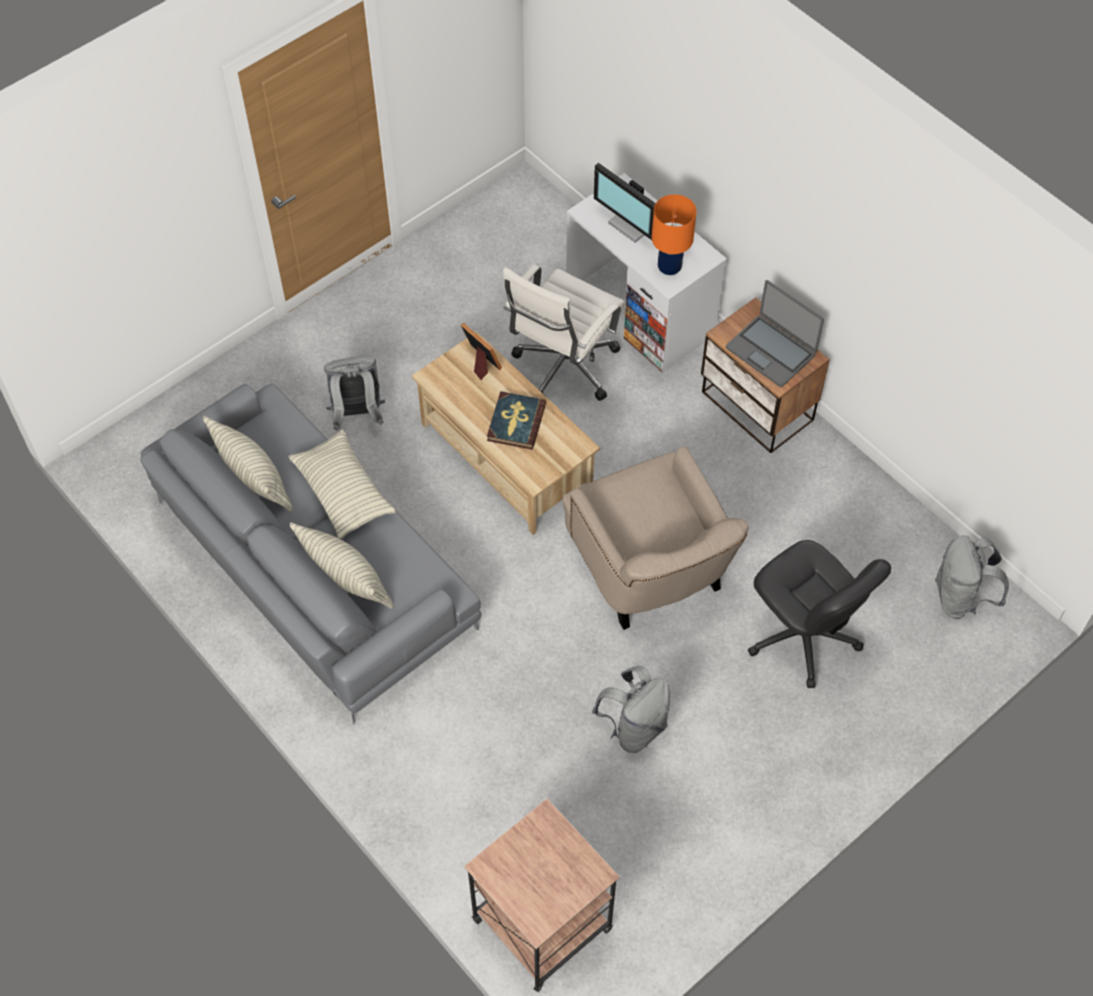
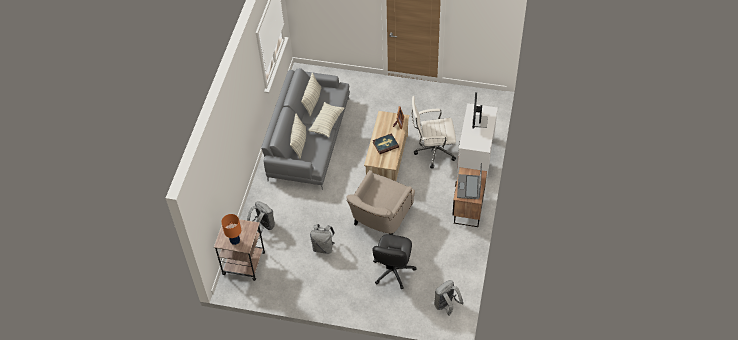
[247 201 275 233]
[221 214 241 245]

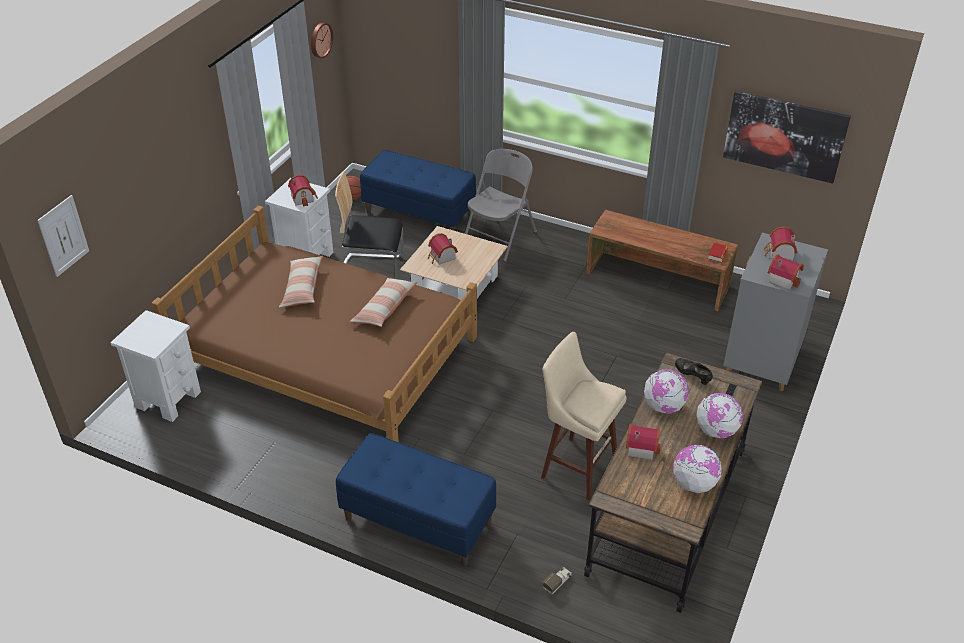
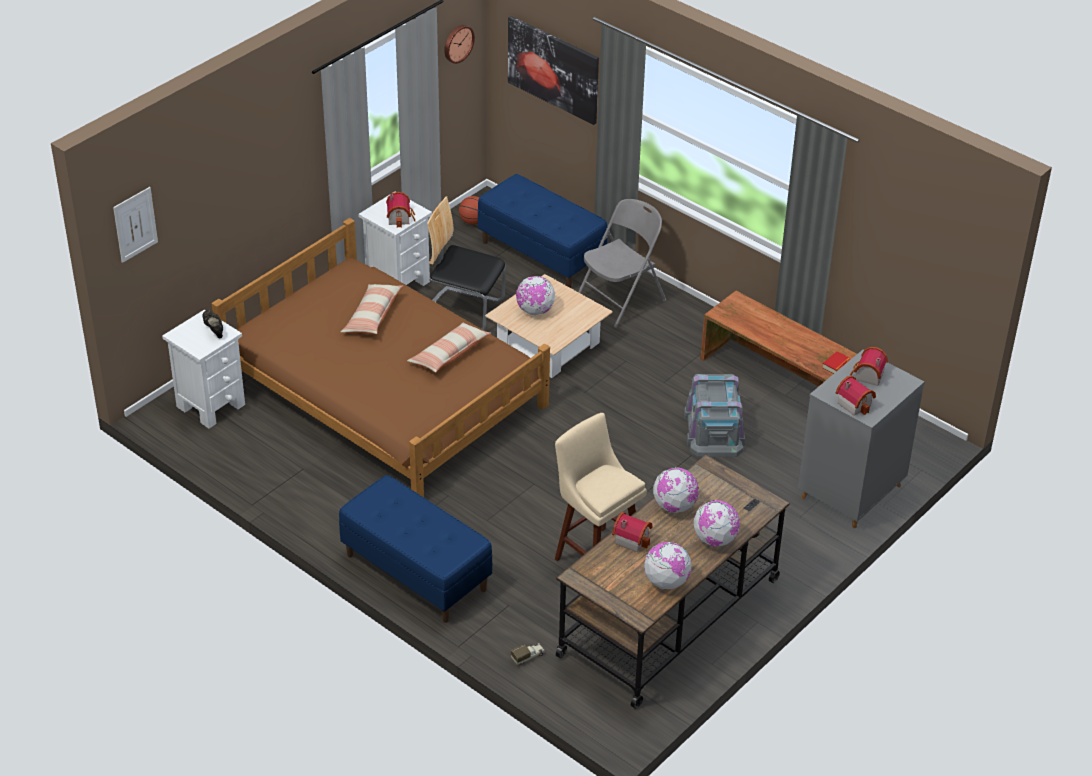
[684 374 745 457]
[202 310 223 338]
[508 16 599 125]
[516 276 555 315]

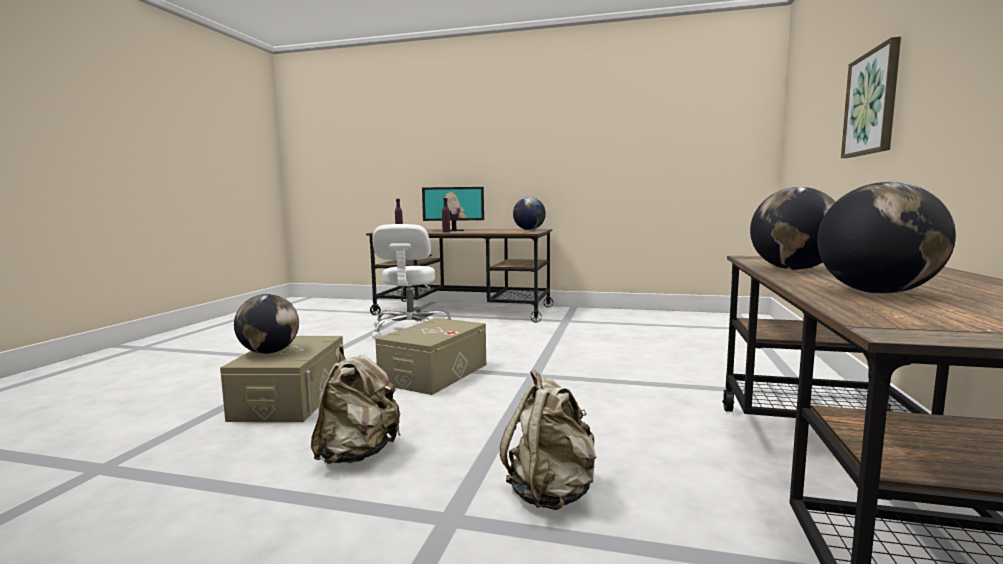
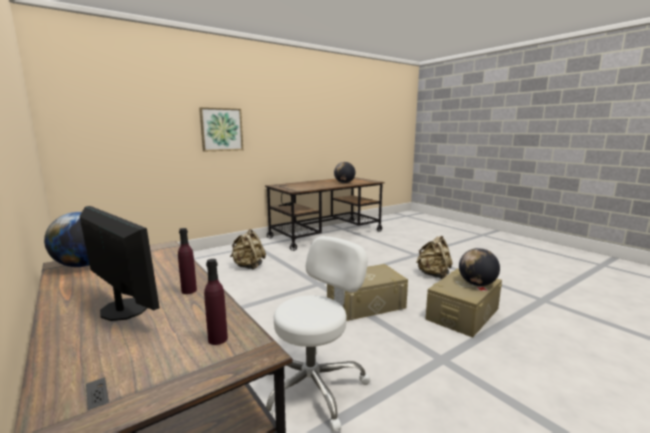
[750 187 835 270] (first image)
[230 229 266 270]

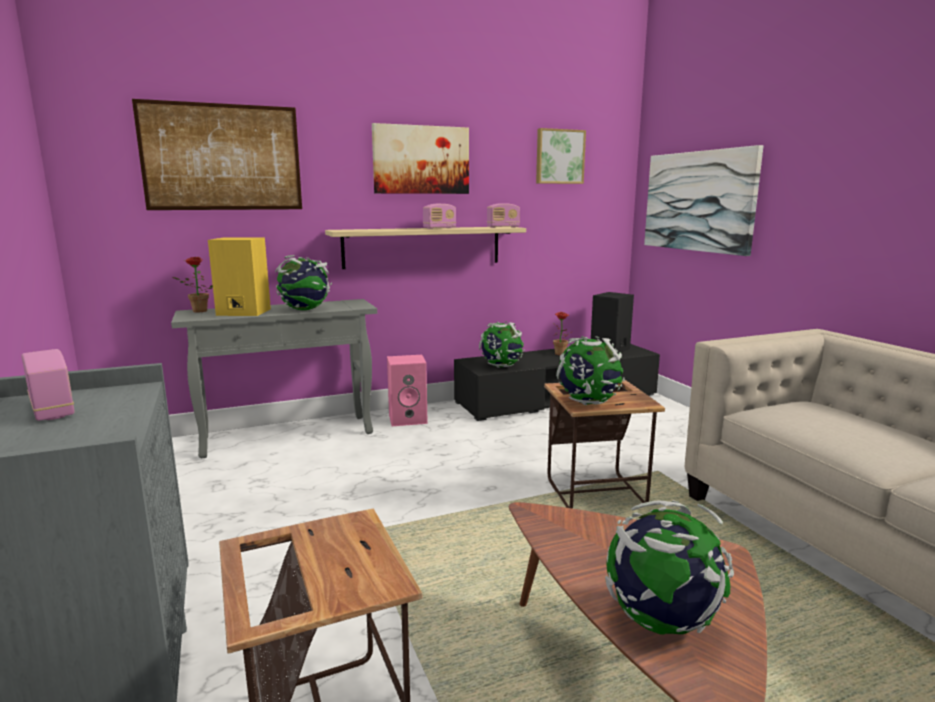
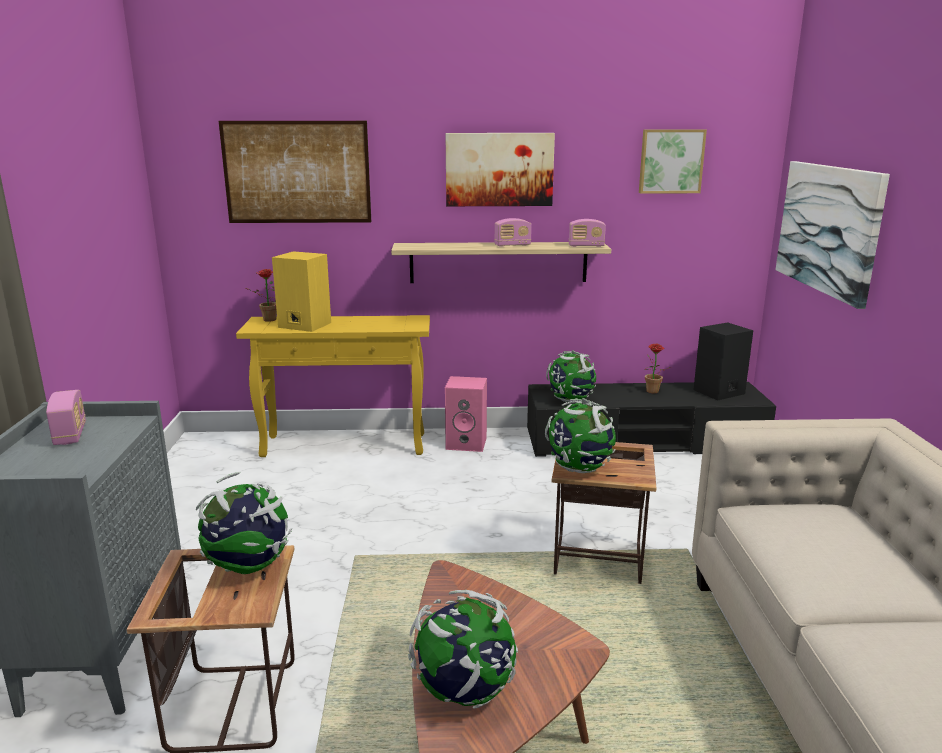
[196 472 292 574]
[236 315 430 457]

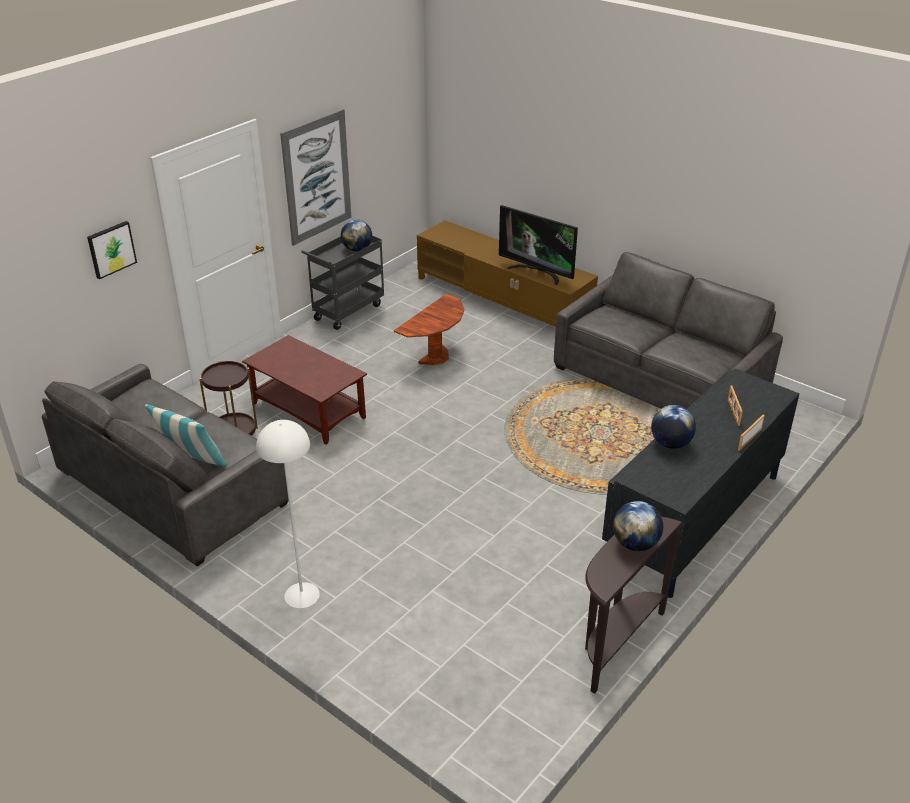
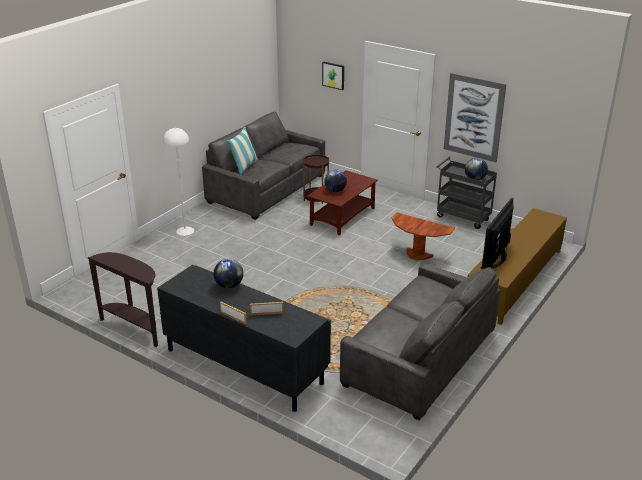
[324 169 347 192]

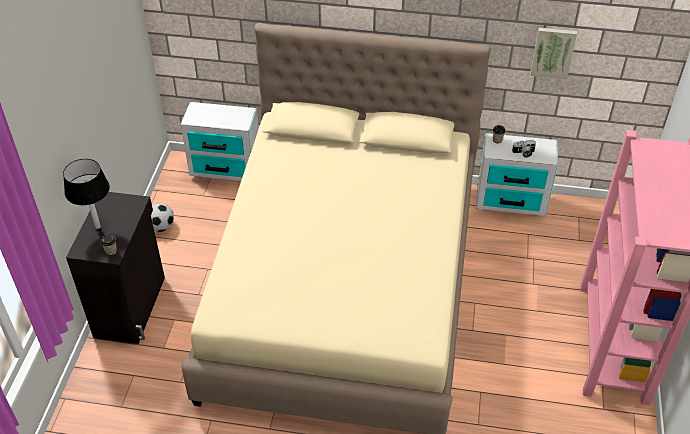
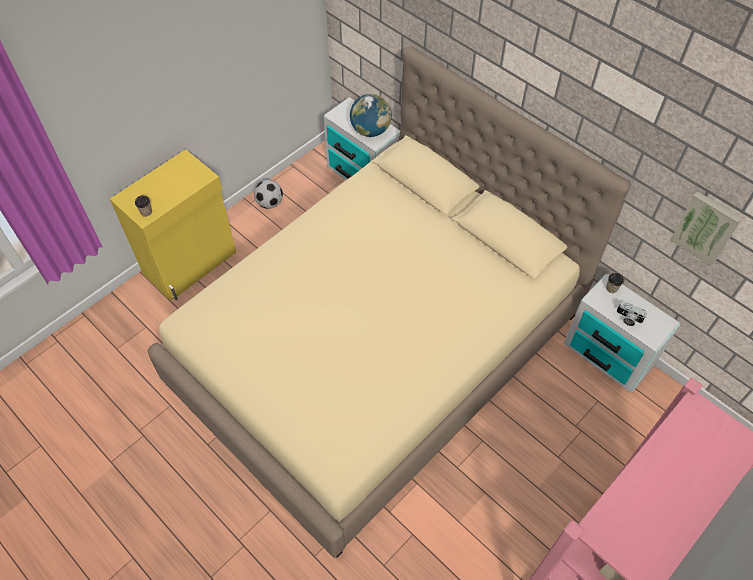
[63 159 110 229] (first image)
[350 94 392 137]
[110 149 236 301]

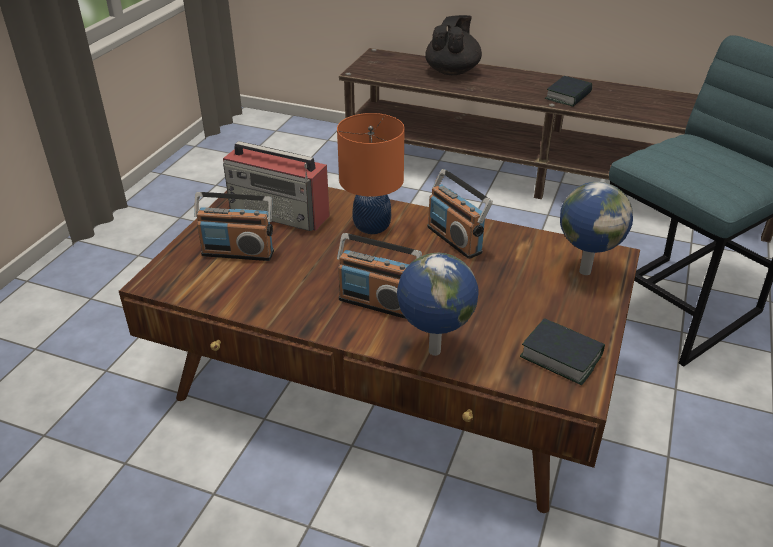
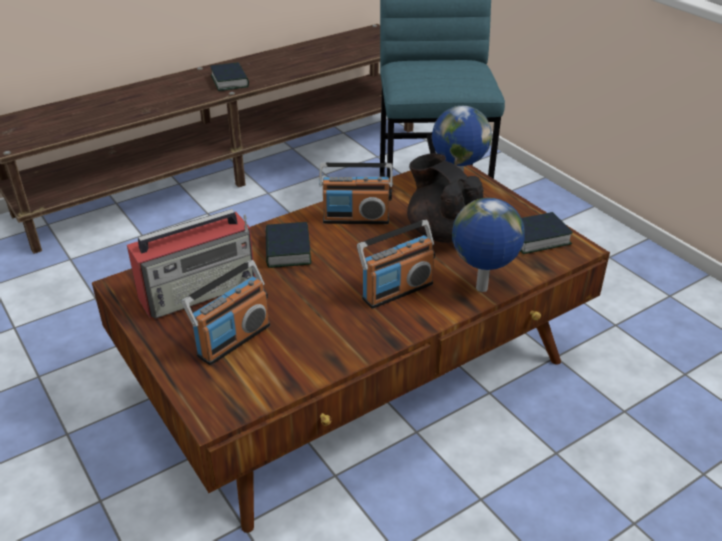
[407 153 484 243]
[266 222 311 268]

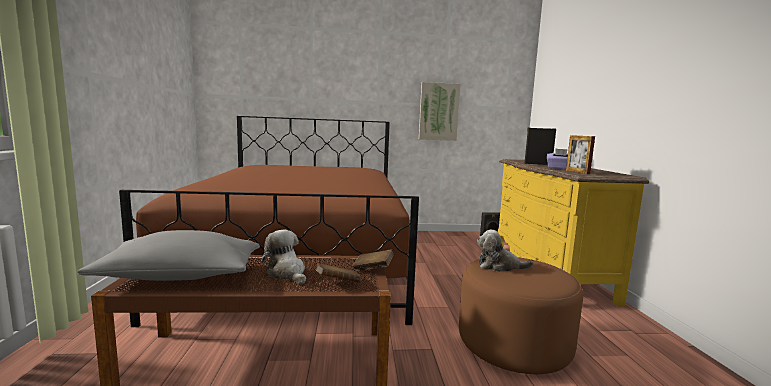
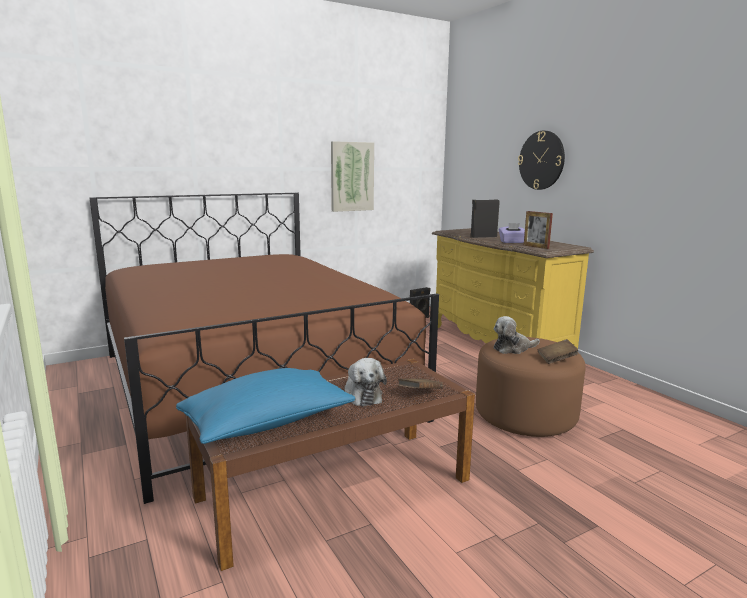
[518 131 565 190]
[538 339 578 364]
[176 368 355 444]
[345 358 387 407]

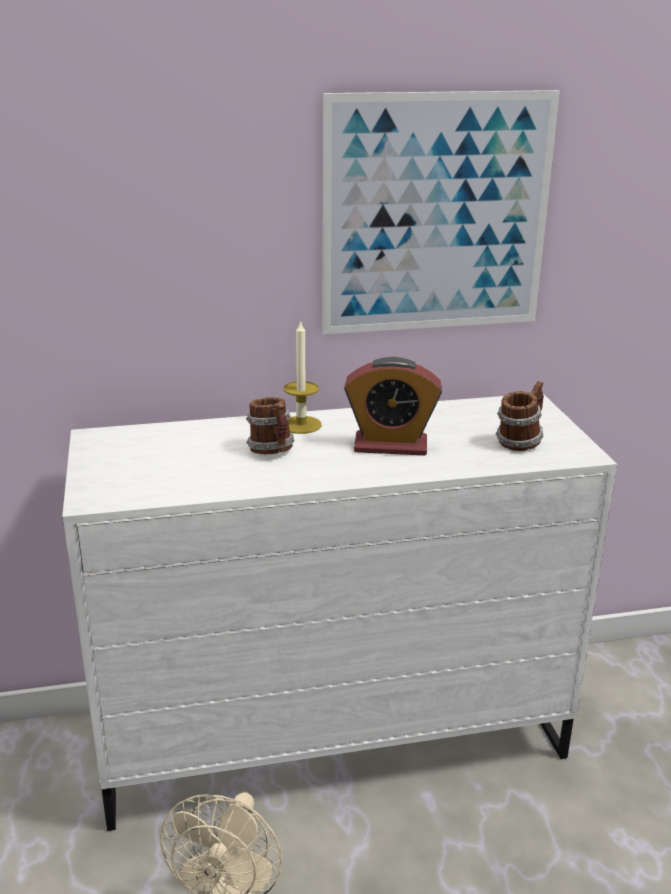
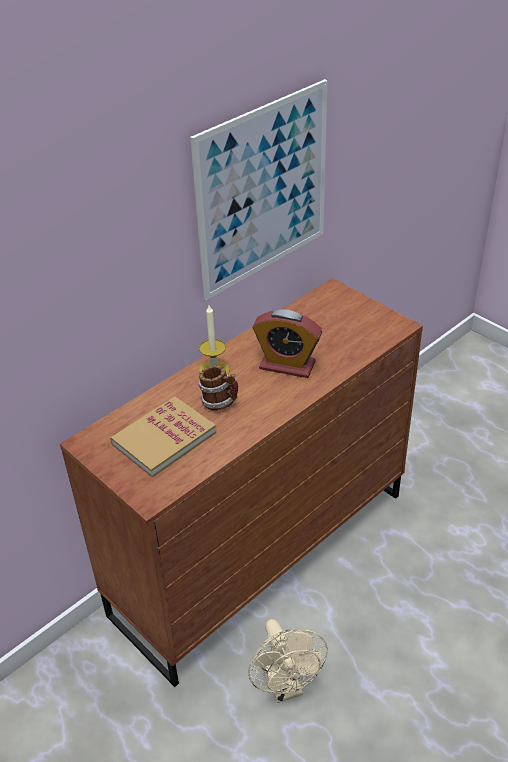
[496 381 544 451] (first image)
[110 396 216 478]
[60 278 423 687]
[253 310 322 378]

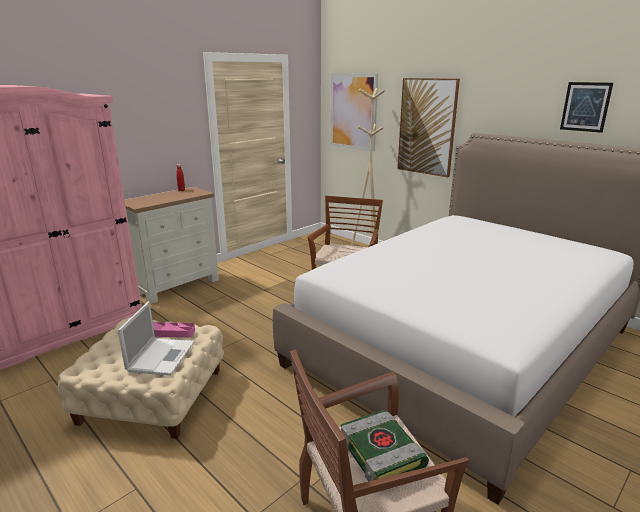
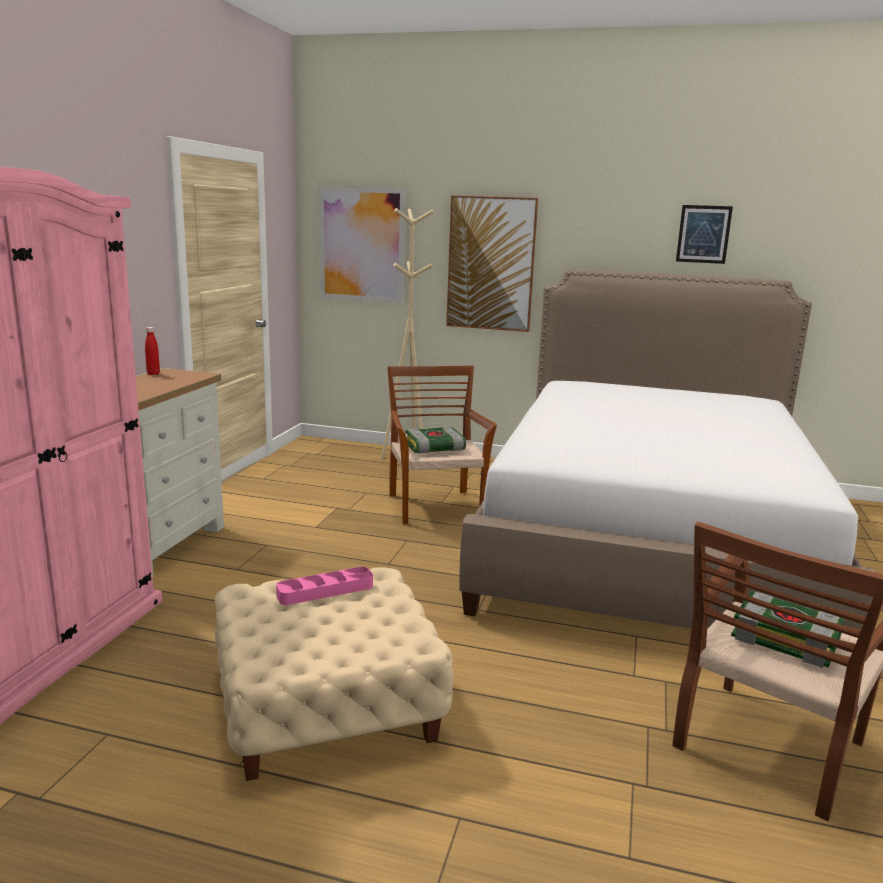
[118 301 195 376] (first image)
[405 426 466 453]

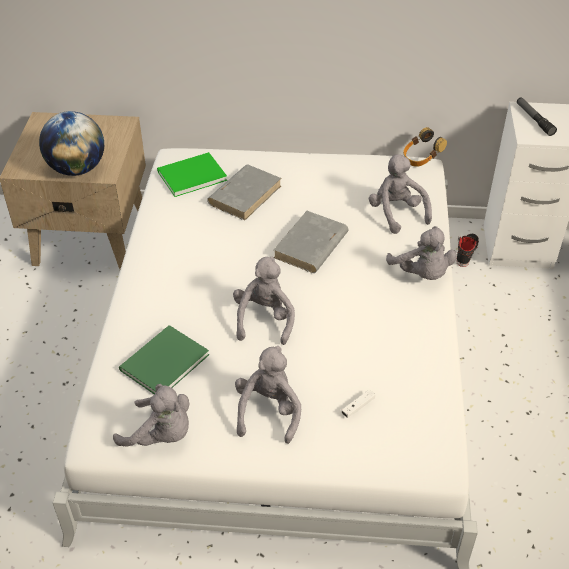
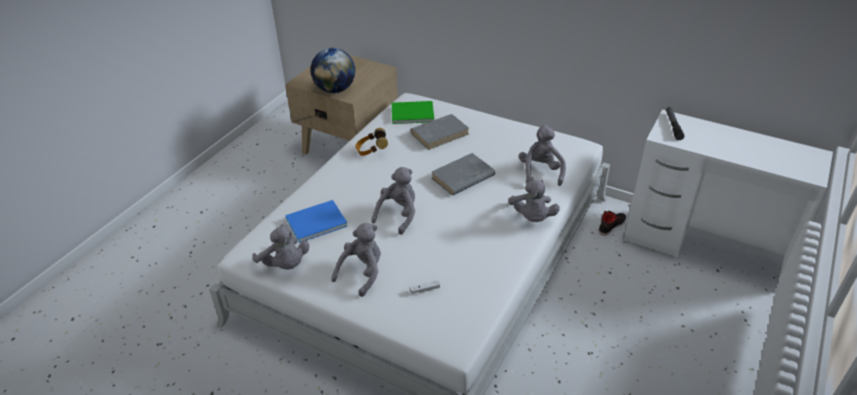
[355 128 388 156]
[285 200 347 243]

